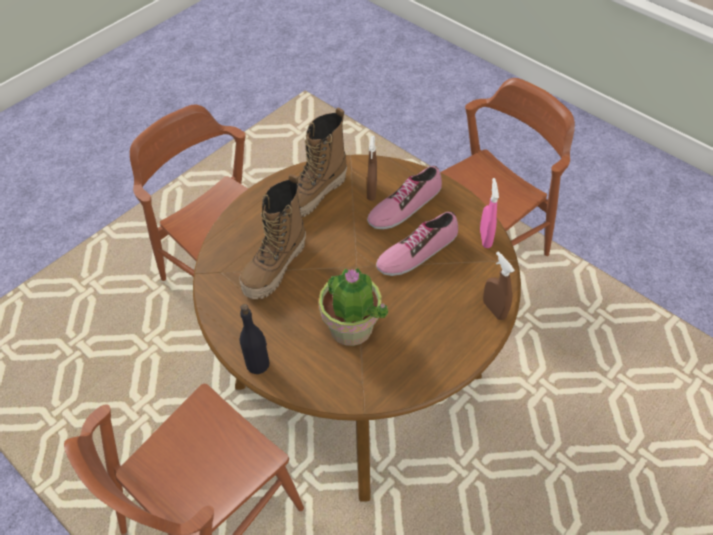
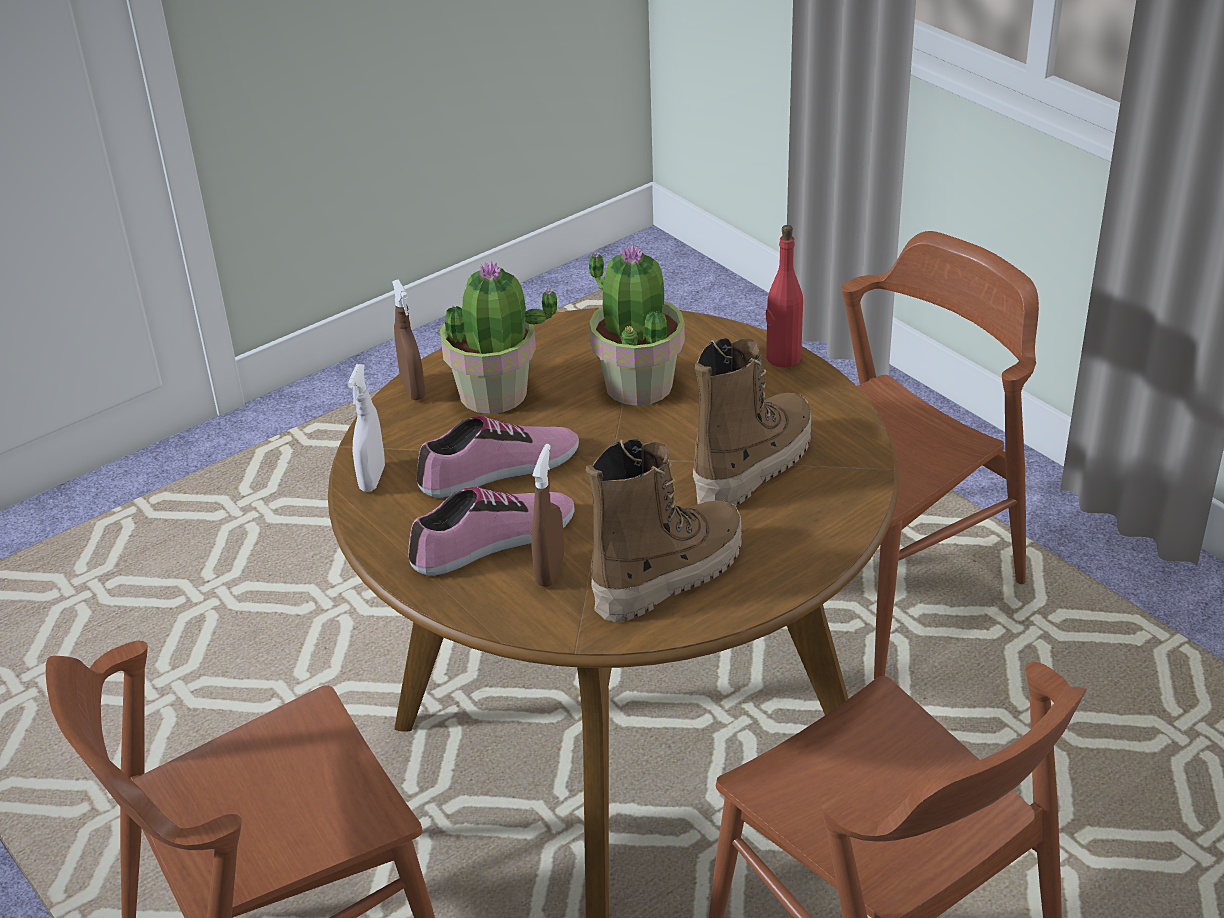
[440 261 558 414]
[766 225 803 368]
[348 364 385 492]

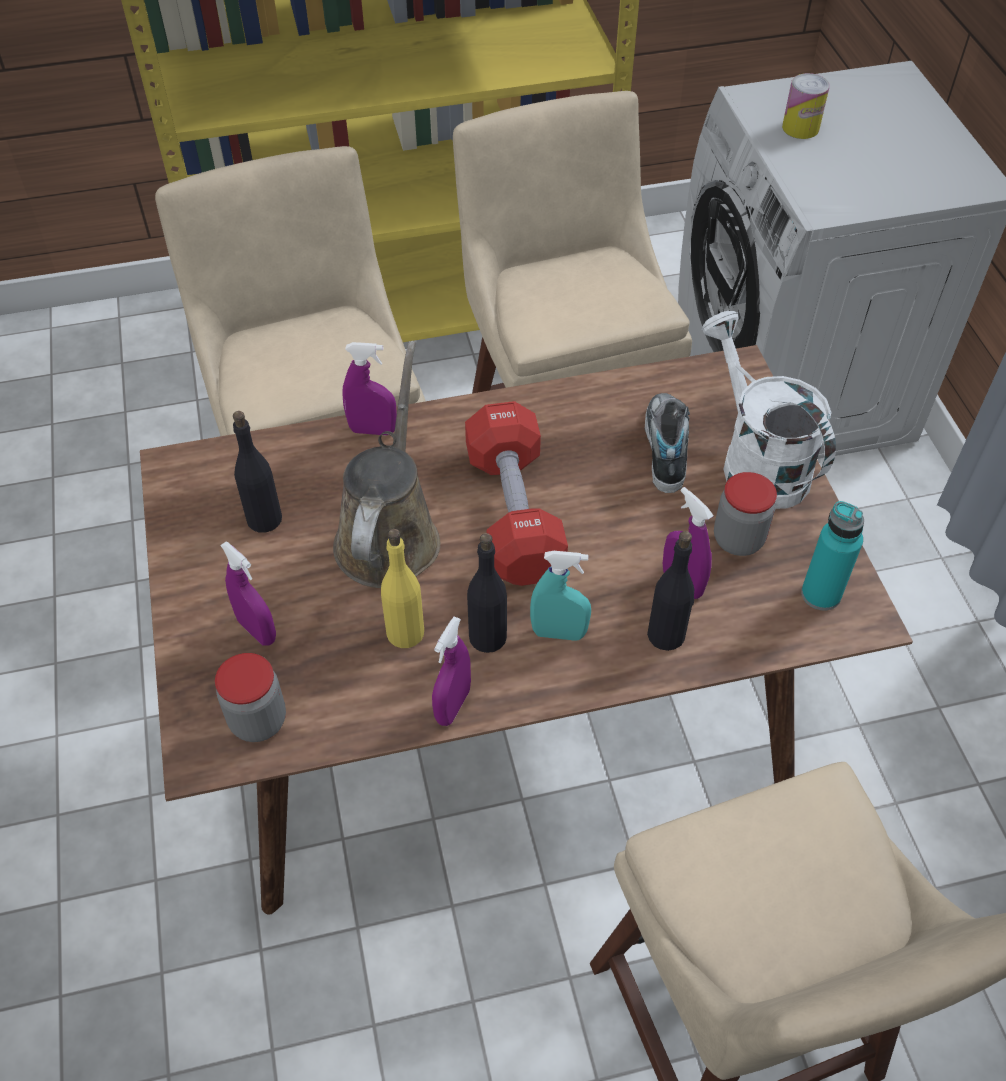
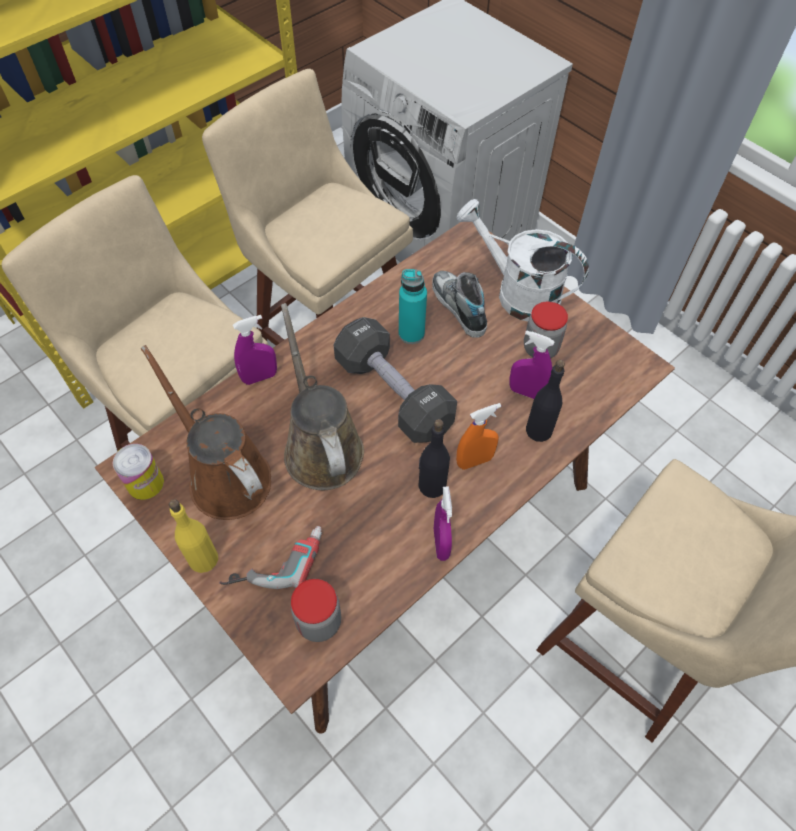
[169 499 218 573]
[113 444 164 500]
[399 269 427 344]
[219 526 322 589]
[141 345 271 520]
[334 317 457 443]
[456 403 501 470]

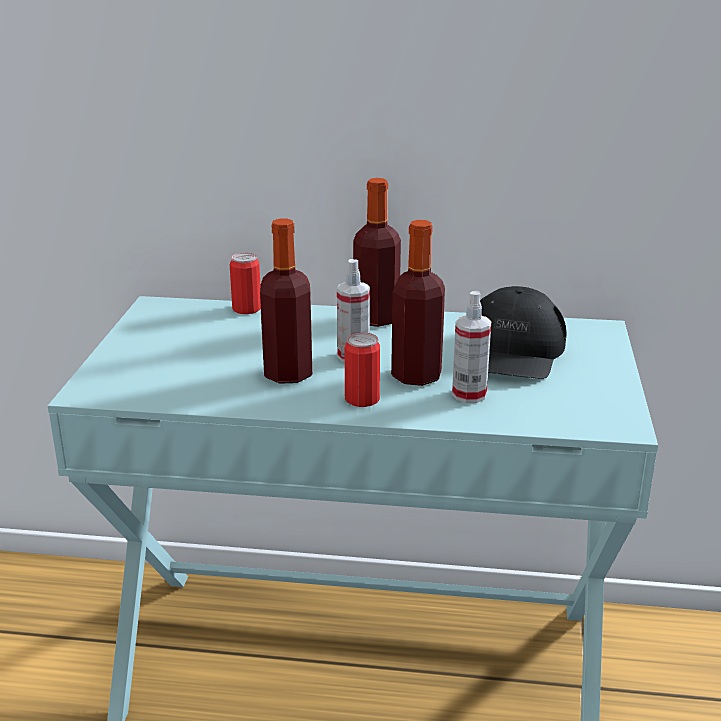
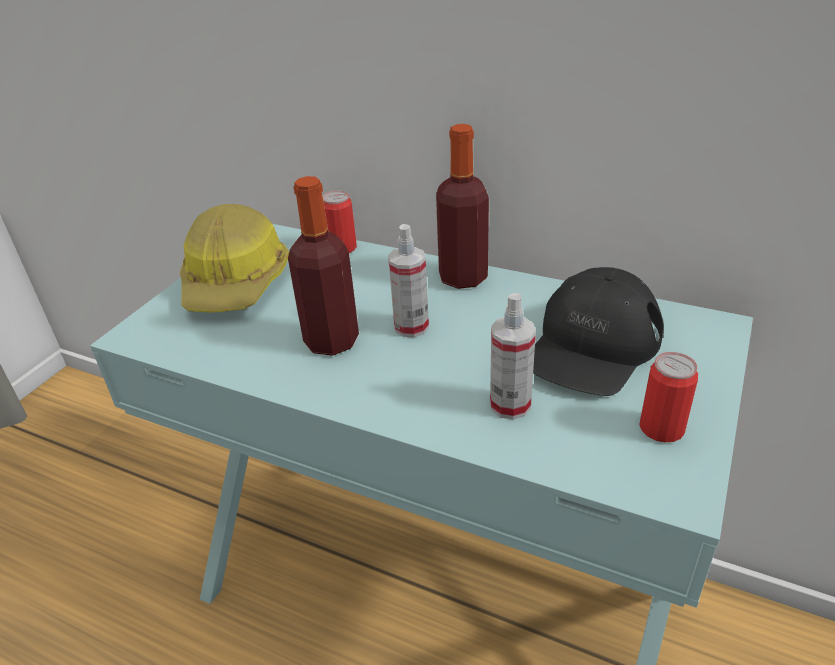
[391 220 445 386] (first image)
[180 204 289 312]
[639 352 698 442]

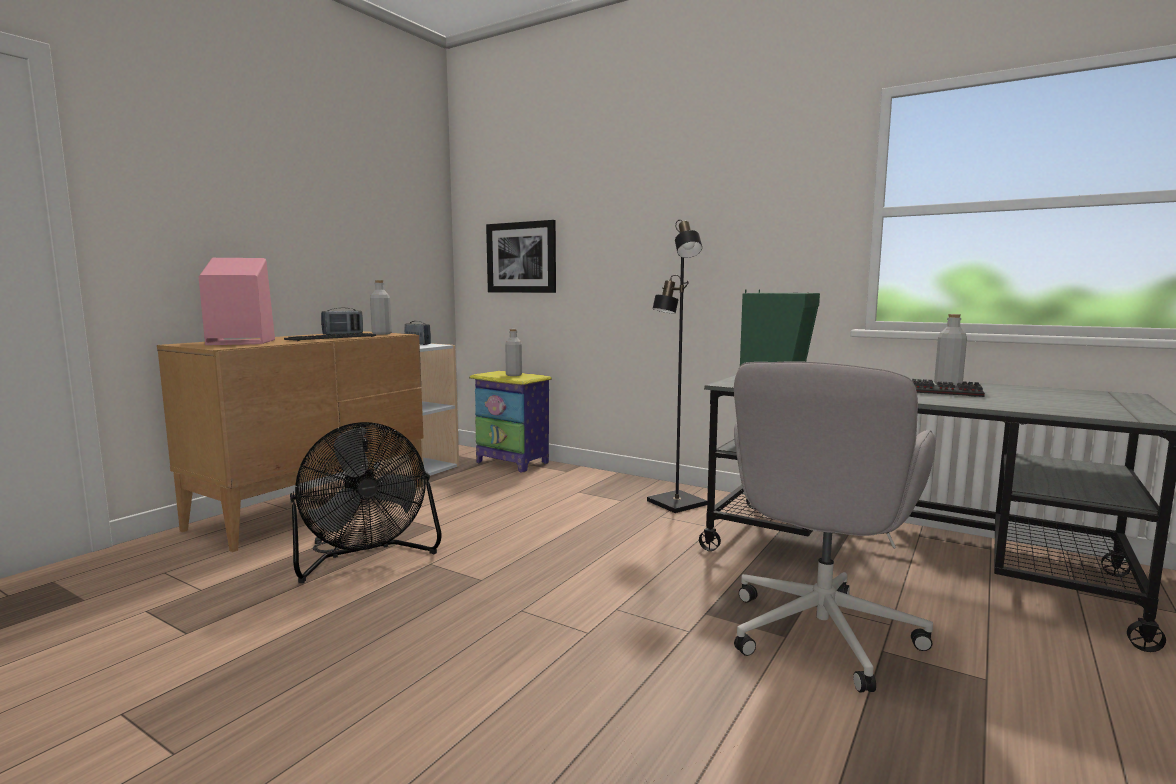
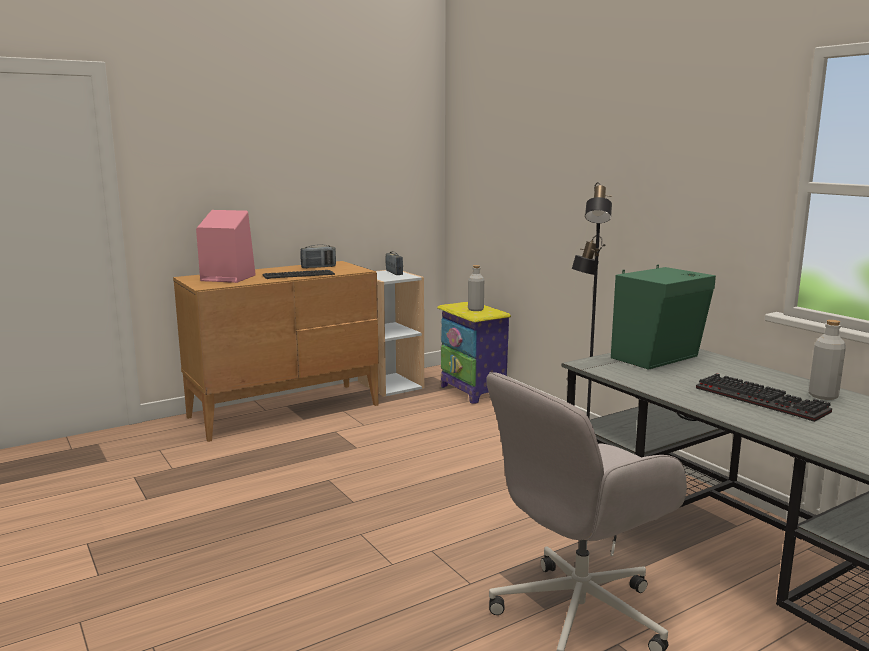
[290 422 442 583] (first image)
[370 280 392 335] (first image)
[486 220 556 293] (first image)

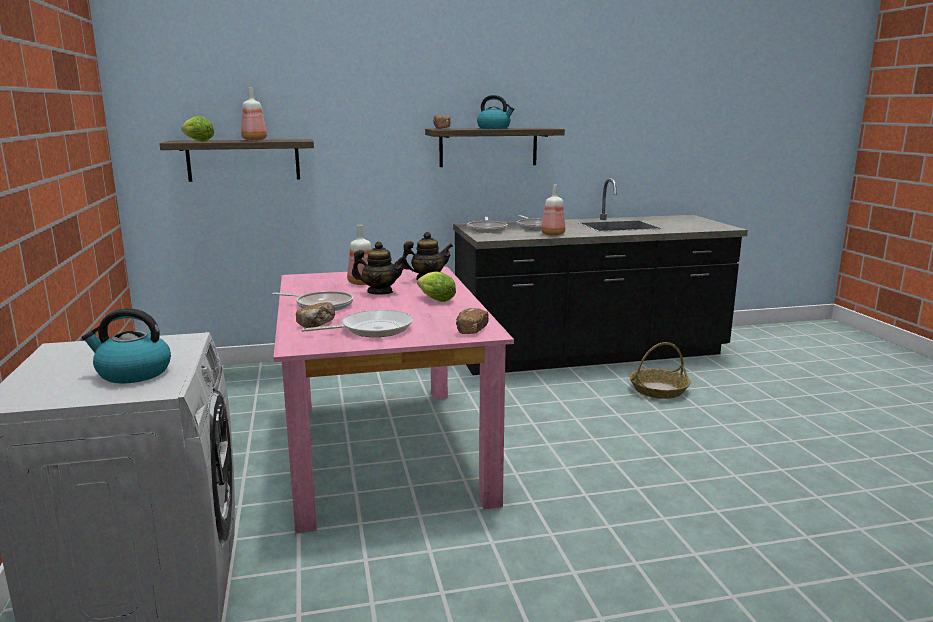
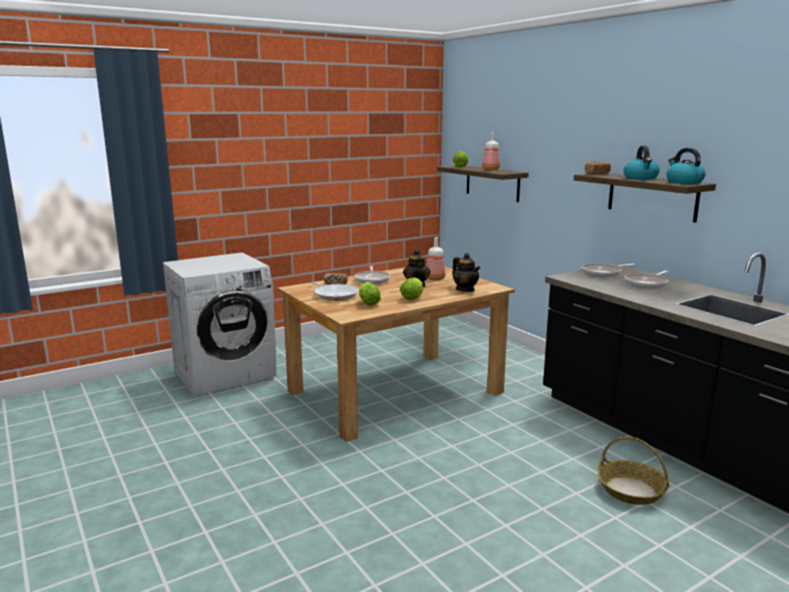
[456 308 489 334] (first image)
[541 185 565 236] (first image)
[359 282 381 306]
[666 148 706 184]
[277 264 515 442]

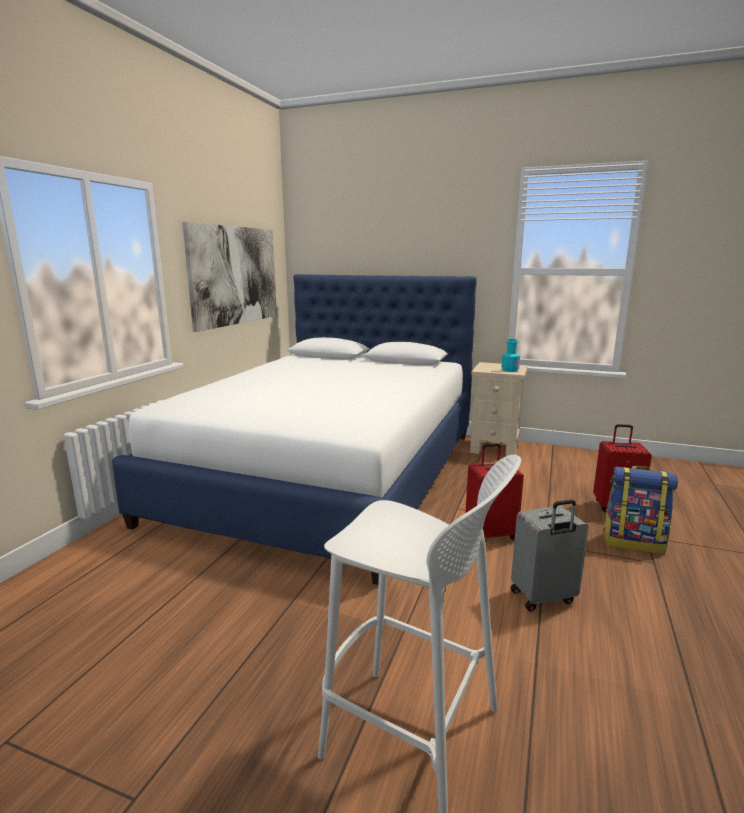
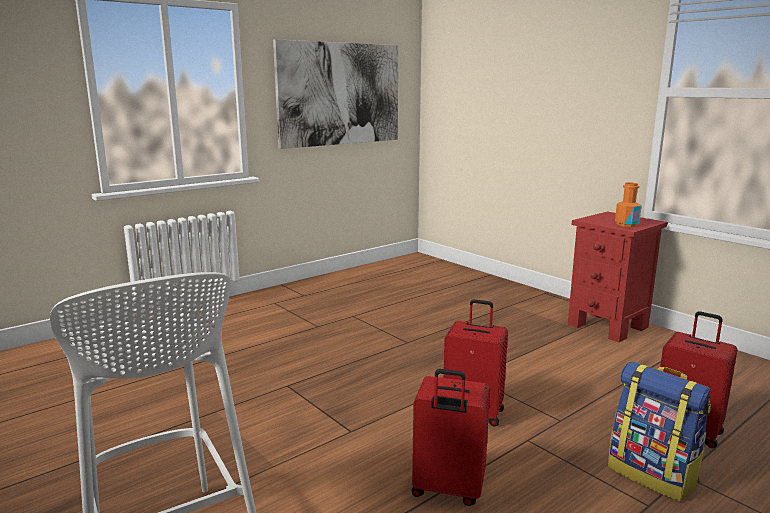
[112 274 477 585] (first image)
[568 212 668 342]
[615 182 642 227]
[412 369 490 506]

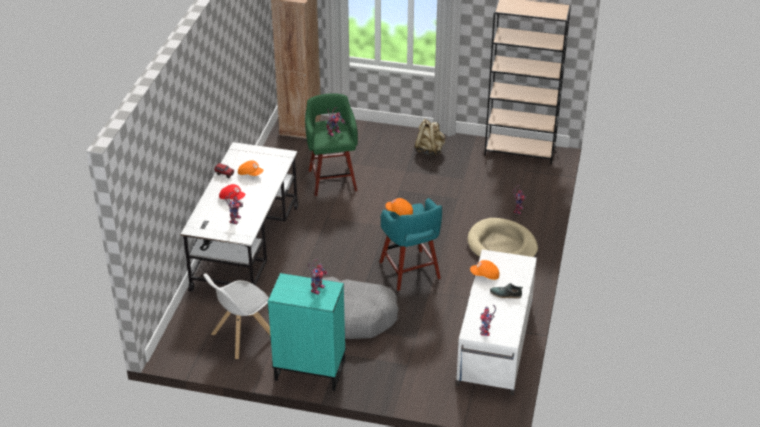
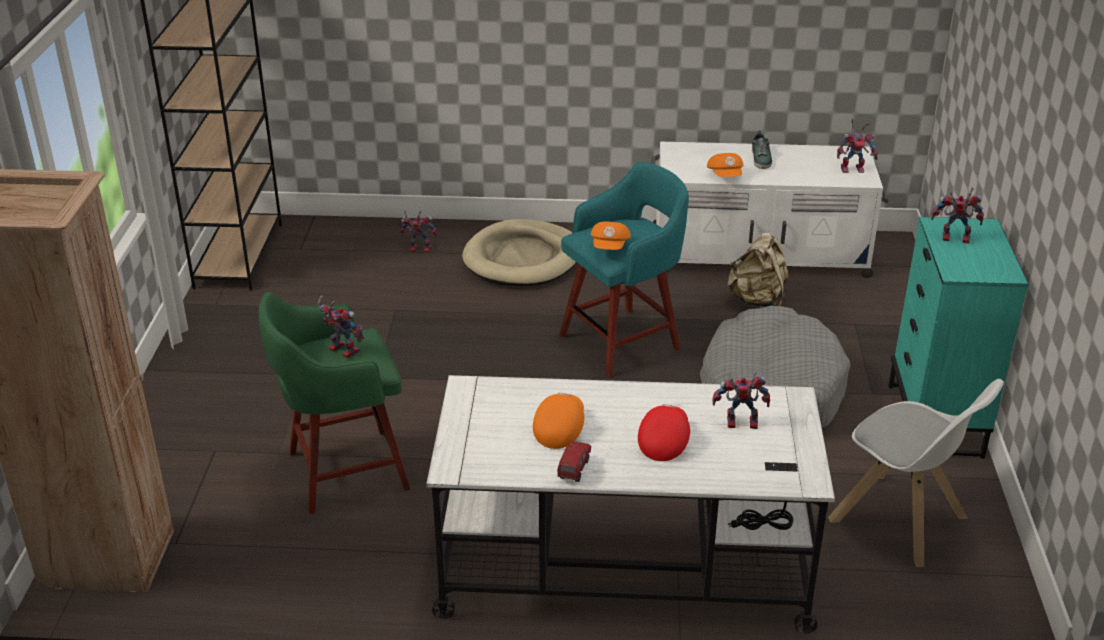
[727 232 789 308]

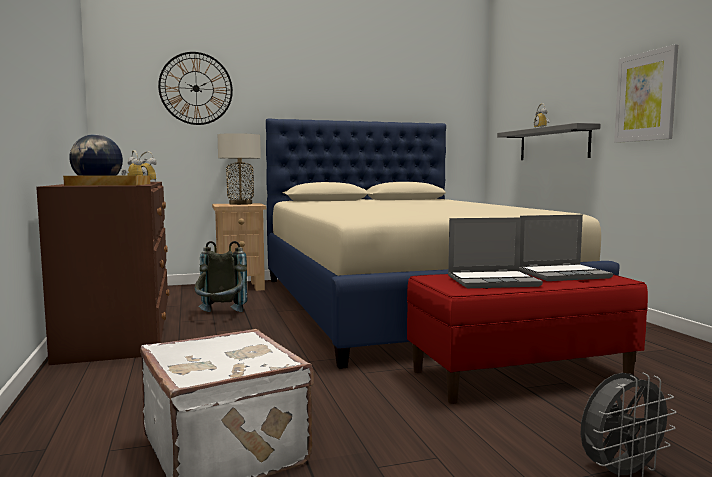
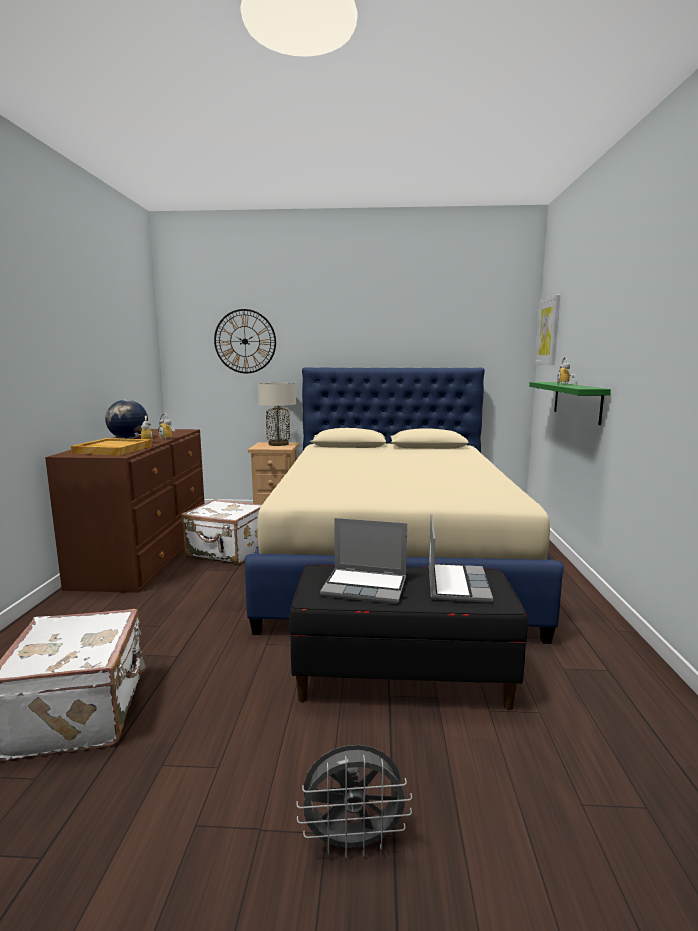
[535 295 560 365]
[181 499 262 563]
[289 565 528 710]
[529 382 611 425]
[429 514 493 603]

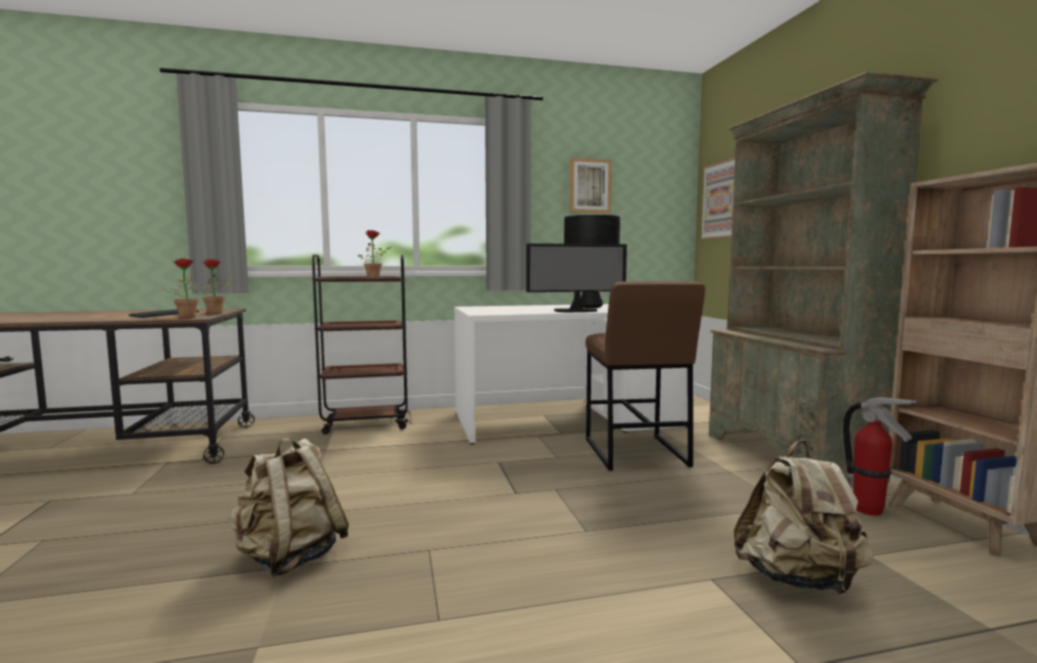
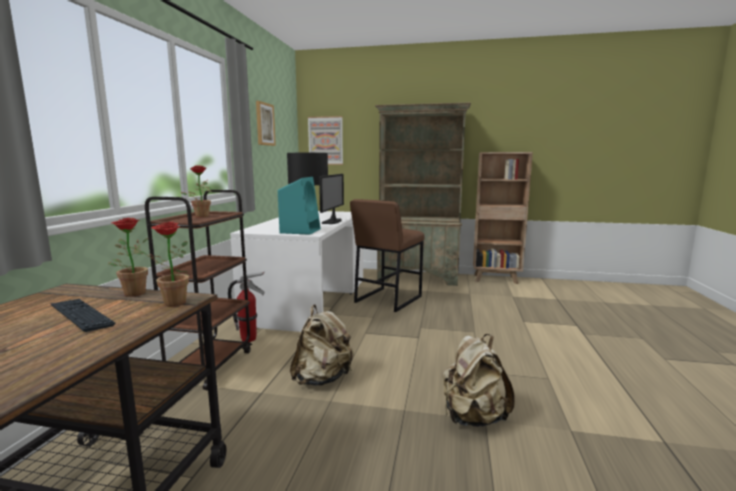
[278 177 321 235]
[290 305 354 386]
[228 271 265 342]
[350 199 425 312]

